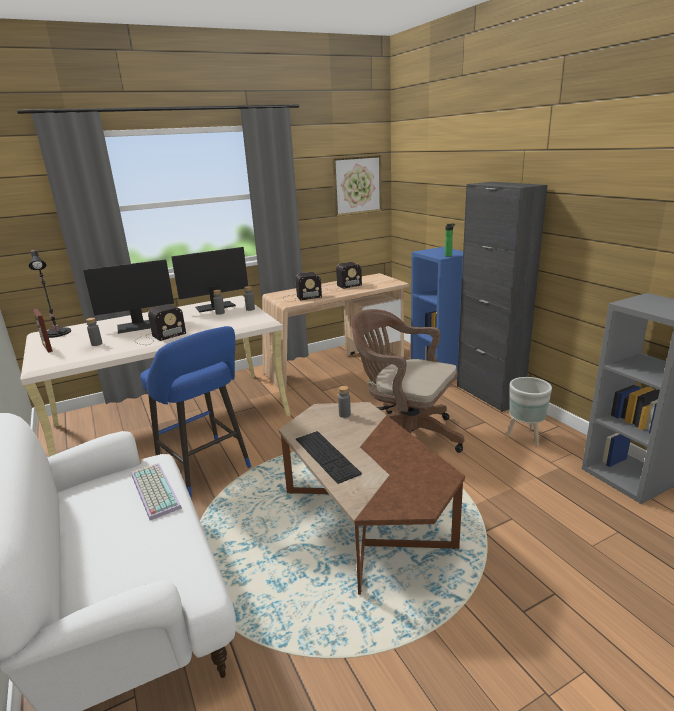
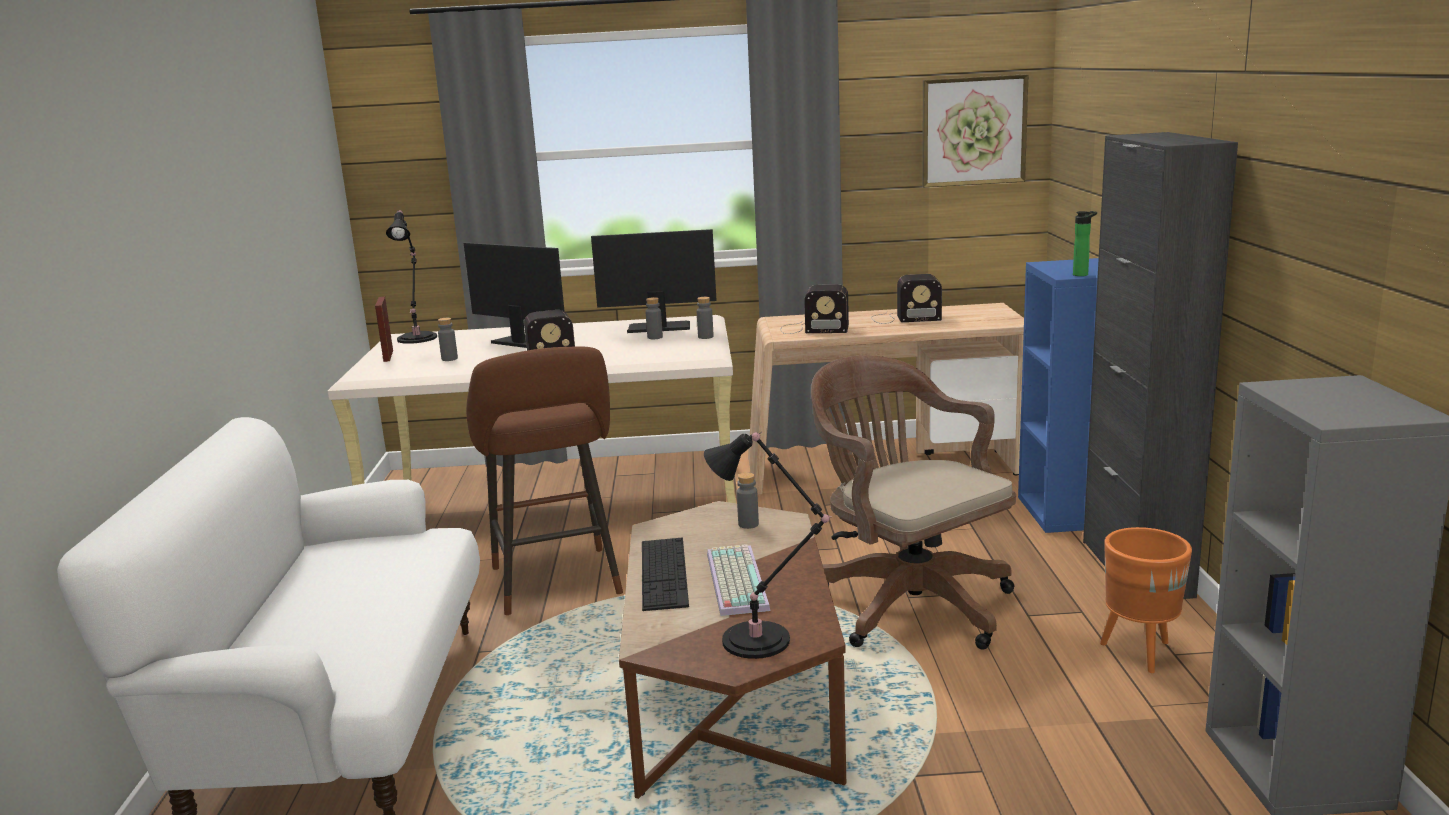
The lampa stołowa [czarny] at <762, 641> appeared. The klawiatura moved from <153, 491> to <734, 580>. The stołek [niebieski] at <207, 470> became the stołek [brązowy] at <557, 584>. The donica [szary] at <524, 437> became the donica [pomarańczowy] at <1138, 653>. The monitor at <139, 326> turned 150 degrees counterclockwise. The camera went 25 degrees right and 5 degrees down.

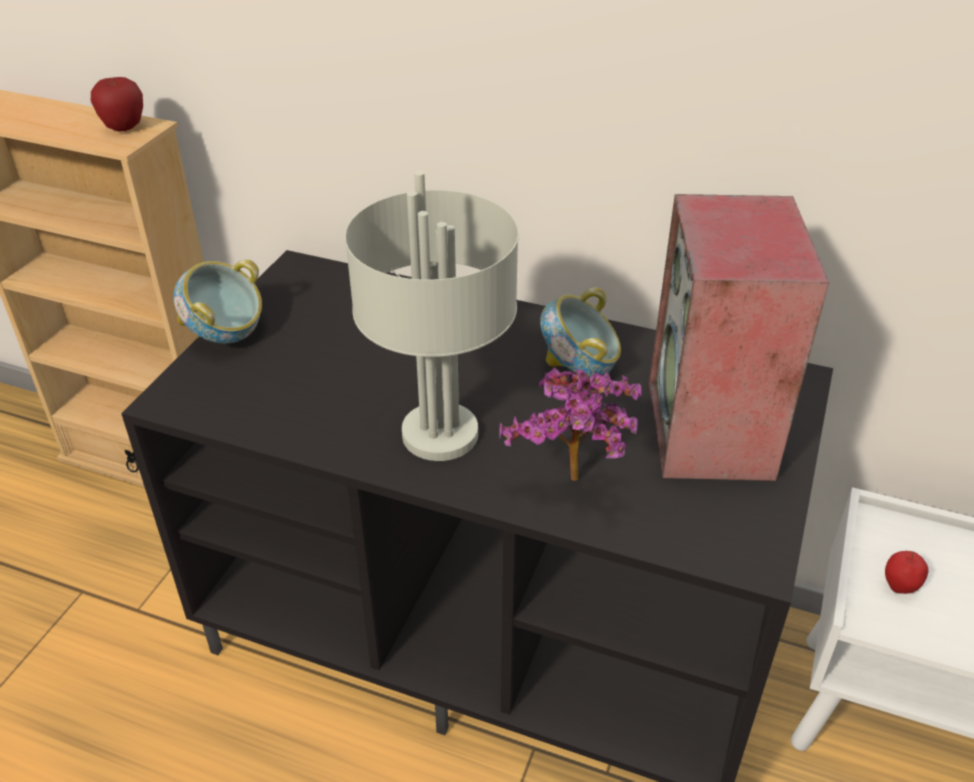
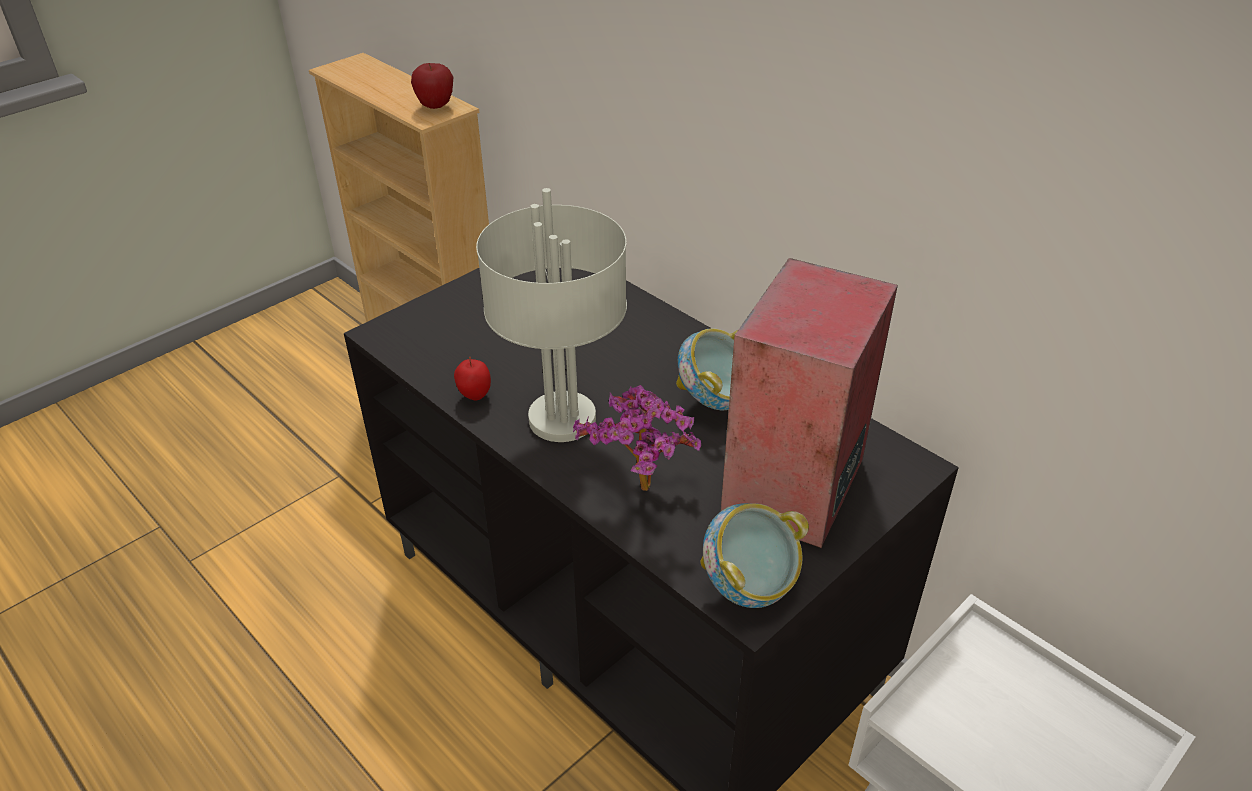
The miska moved from <226, 336> to <749, 587>. The jabłko moved from <899, 588> to <475, 396>. The camera went 25 degrees right and 0 degrees up.

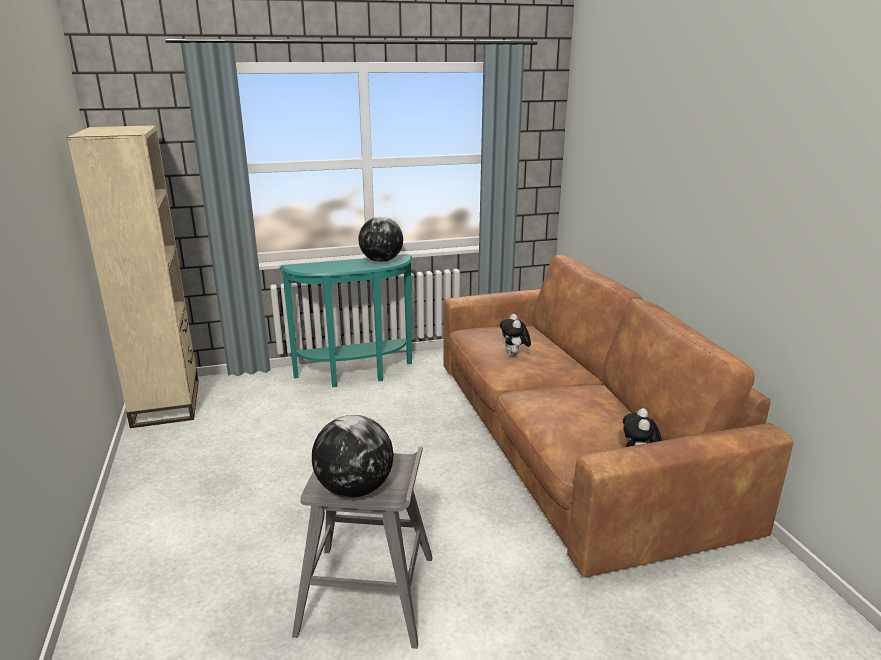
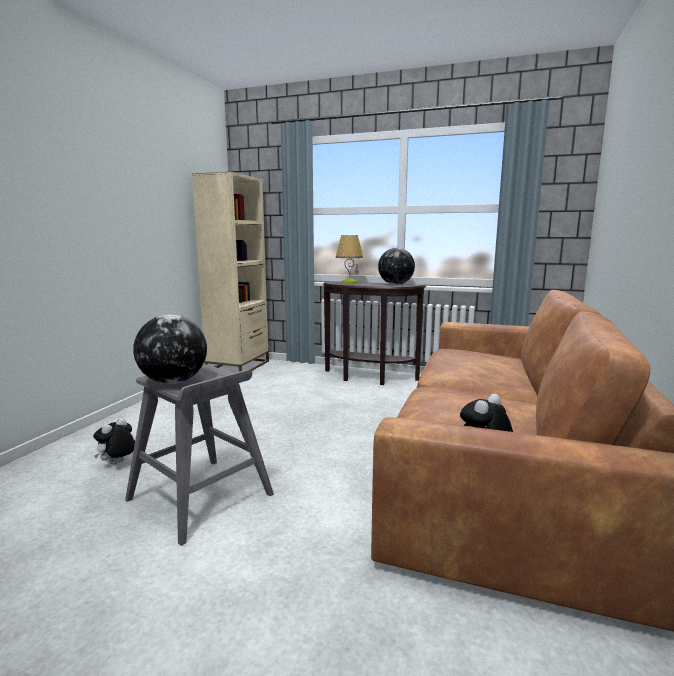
The lampa stołowa at <349, 282> appeared. The pluszak moved from <514, 355> to <117, 464>. The stolik konsolowy [turkusowy] at <356, 376> became the stolik konsolowy [brązowy] at <368, 378>. The camera went 35 degrees right and 10 degrees down.

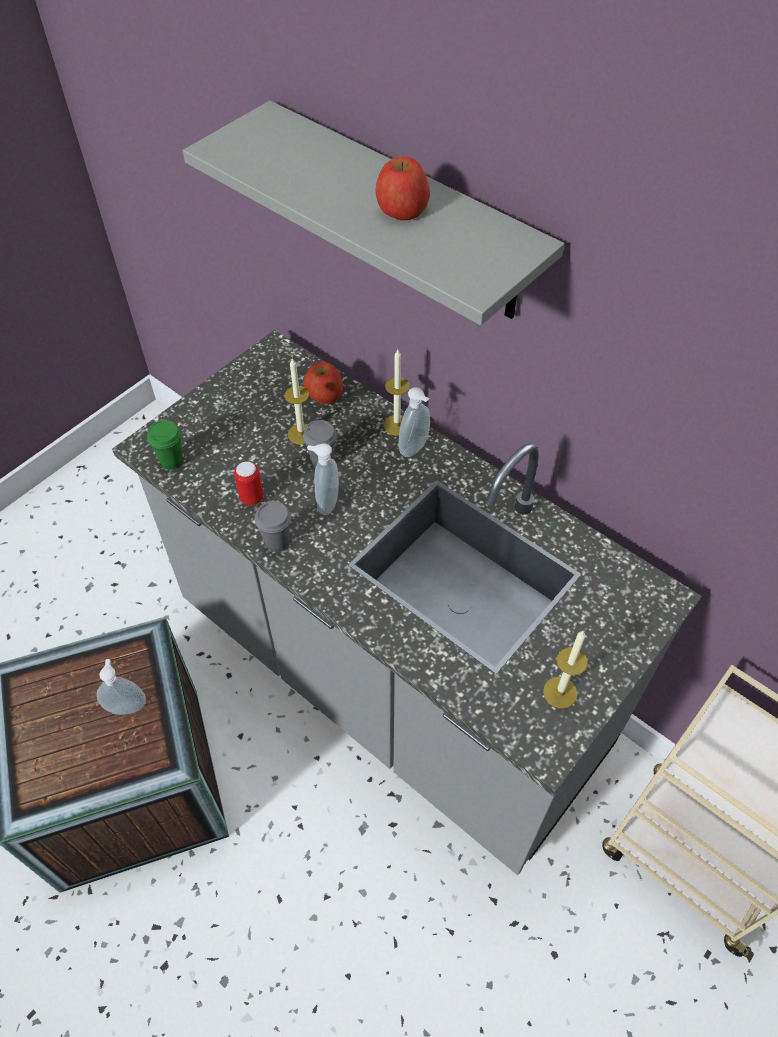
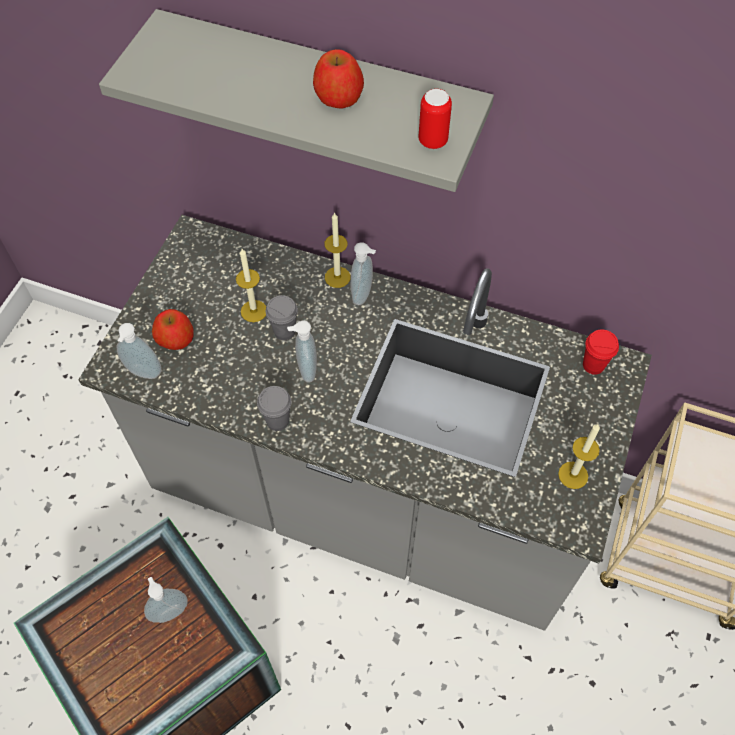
The filiżanka [czerwony] at <593, 365> appeared. The puszka moved from <252, 498> to <433, 141>. The jabłko moved from <324, 394> to <175, 338>. The filiżanka [zielony] at <172, 461> was replaced by the dozownik mydła at <143, 374>. The camera went 20 degrees left and 5 degrees up.

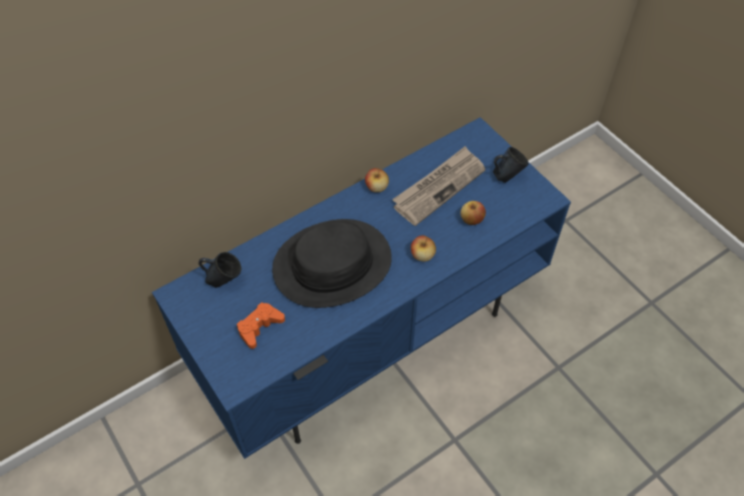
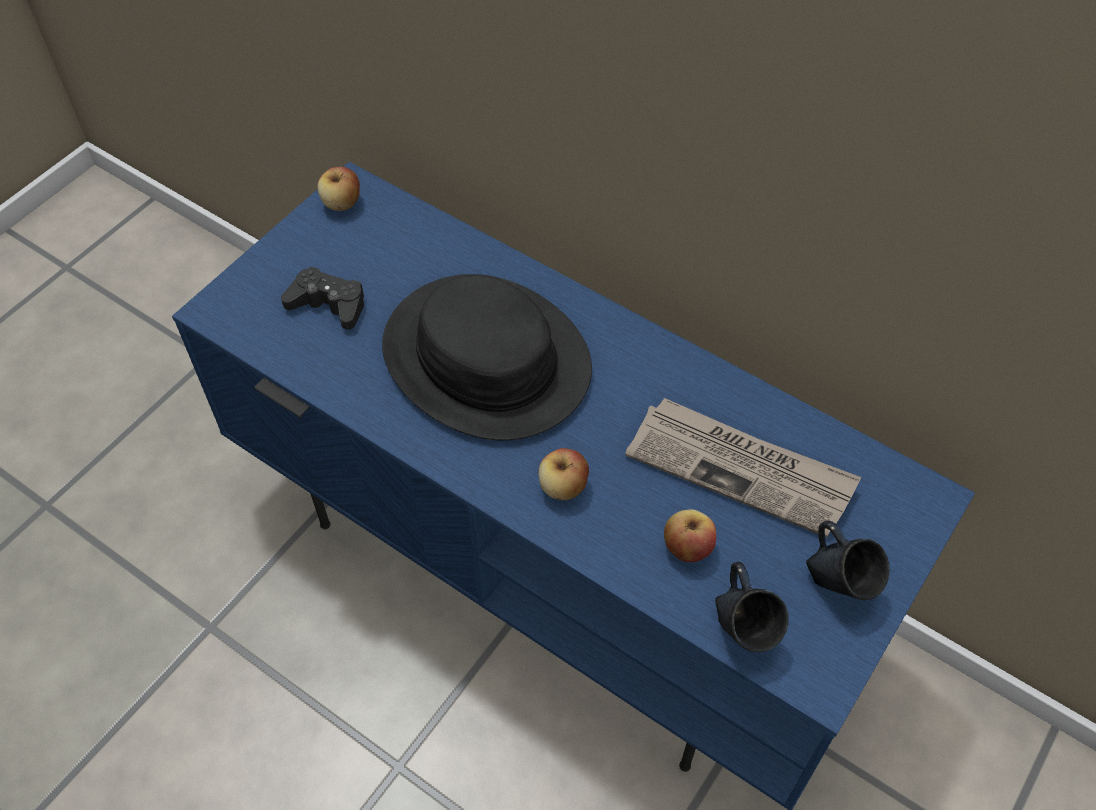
The kubek [niebieski] moved from <224, 281> to <741, 630>. The jabłko moved from <376, 187> to <342, 203>. The pad do gier [pomarańczowy] at <259, 327> became the pad do gier [czarny] at <328, 304>. The camera went 70 degrees right and 0 degrees up.

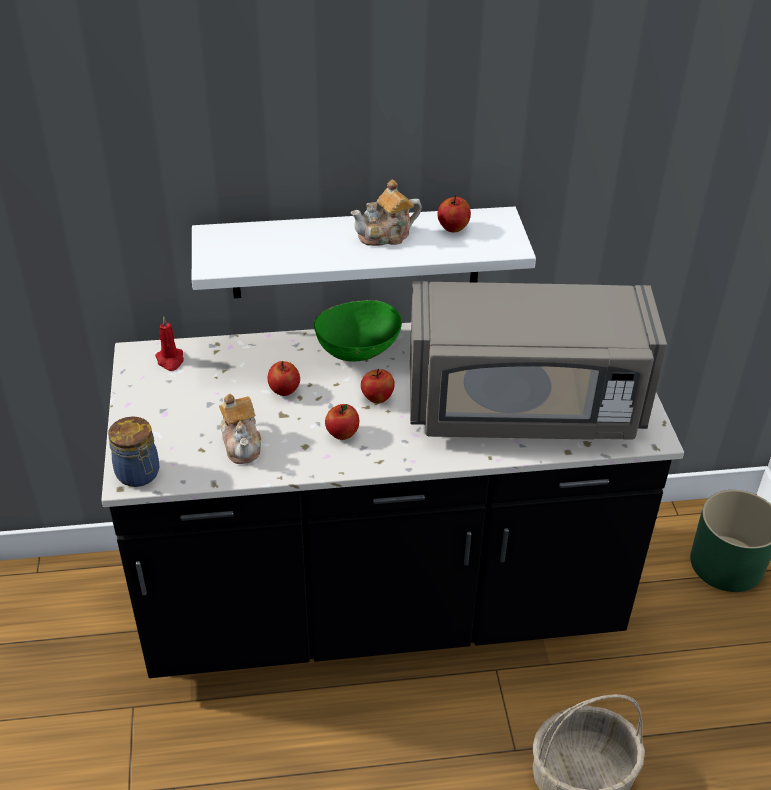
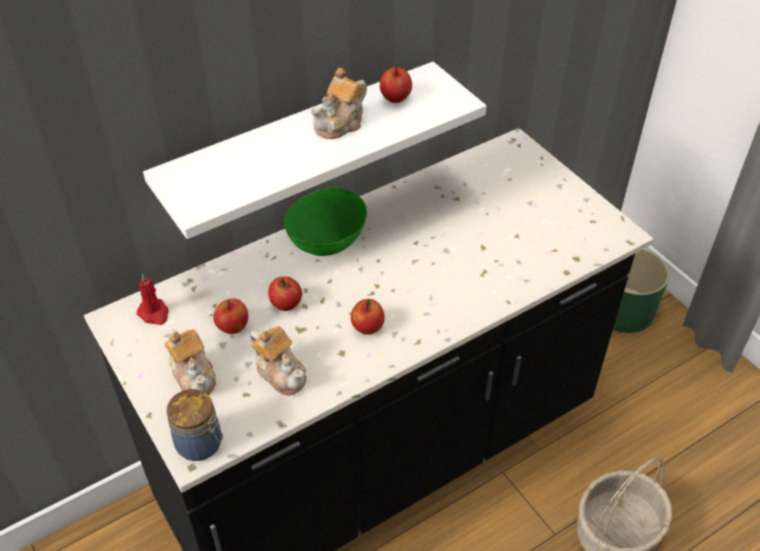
The mikrofalówka [szary] at <525, 408> disappeared. The imbryk at <194, 375> appeared. The jabłko moved from <377, 398> to <233, 327>. The camera went 25 degrees left and 5 degrees up.

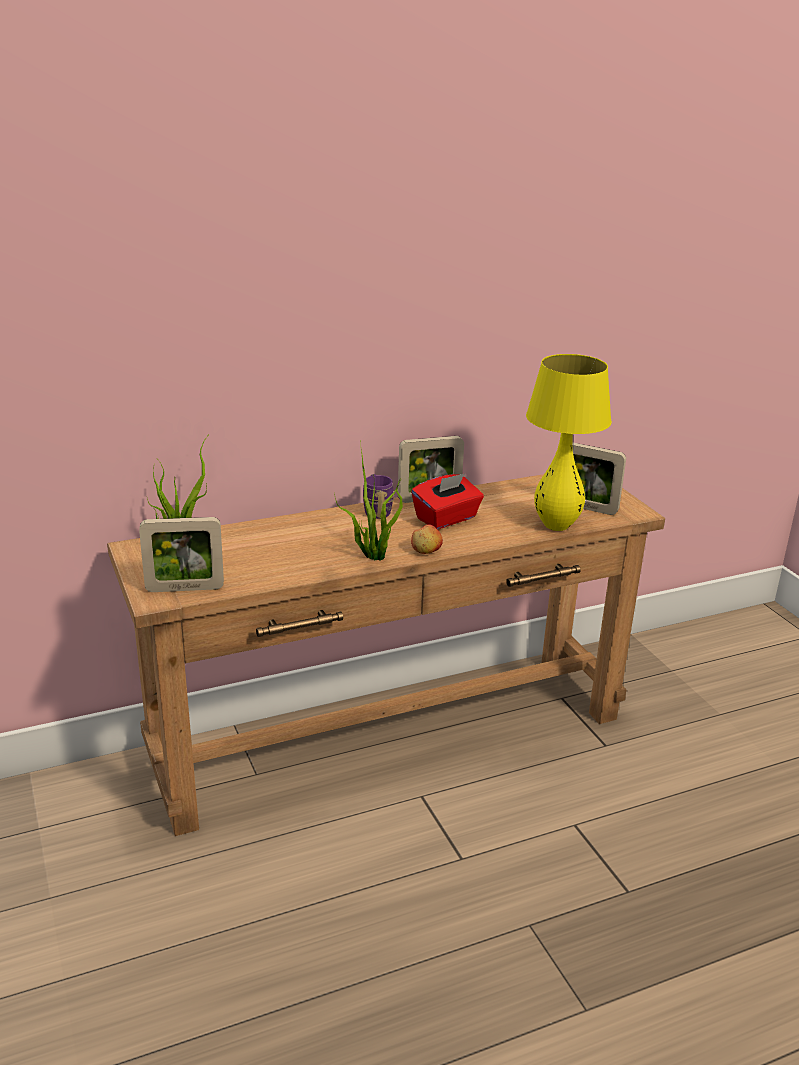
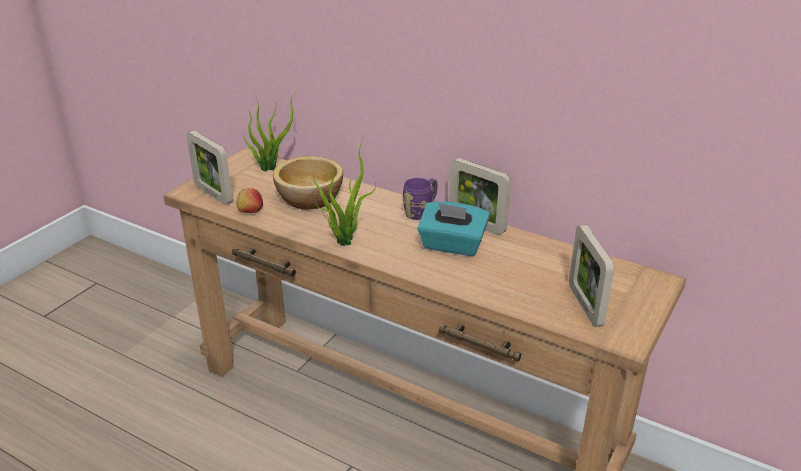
The lampa stołowa [żółty] at <556, 526> disappeared. The miska at <311, 198> appeared. The jabłko moved from <426, 551> to <250, 211>. The pudełko chusteczek [czerwony] at <446, 519> became the pudełko chusteczek [turkusowy] at <452, 245>. The camera went 55 degrees right and 5 degrees up.

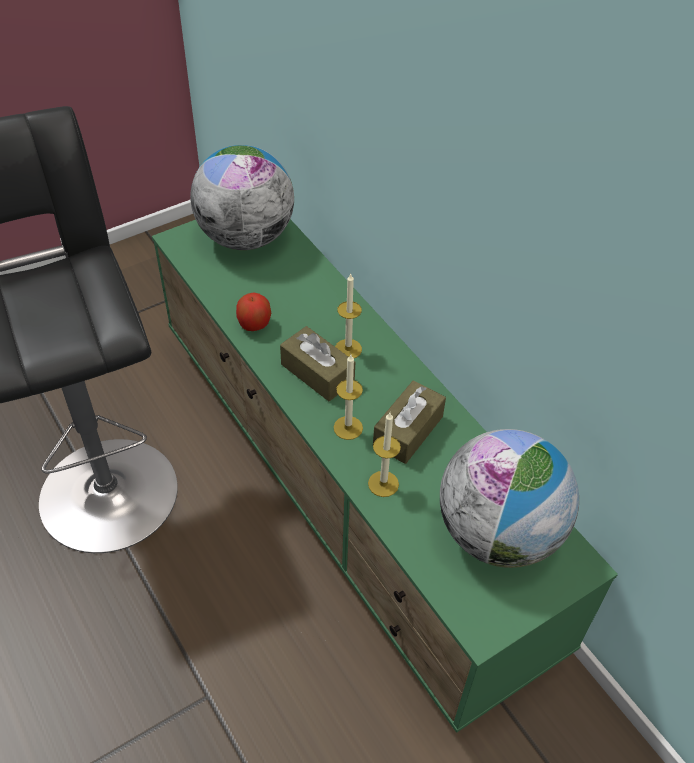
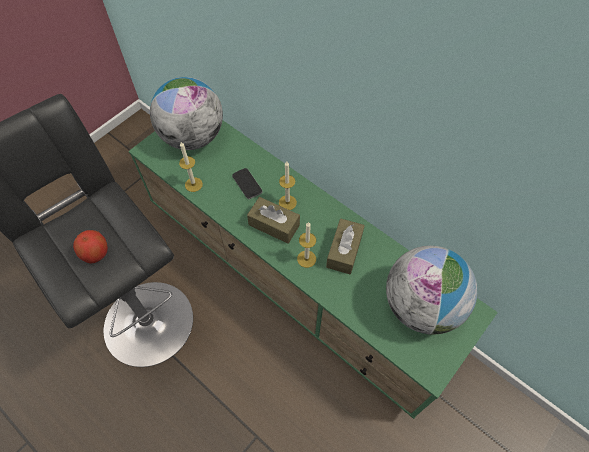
The telefon at <247, 184> appeared. The jabłko moved from <254, 324> to <96, 254>. The świeca moved from <383, 484> to <193, 184>. The camera went 15 degrees left and 10 degrees up.

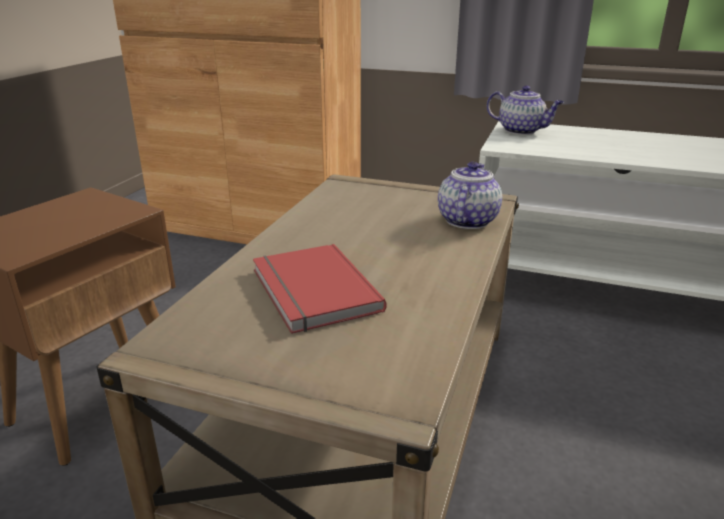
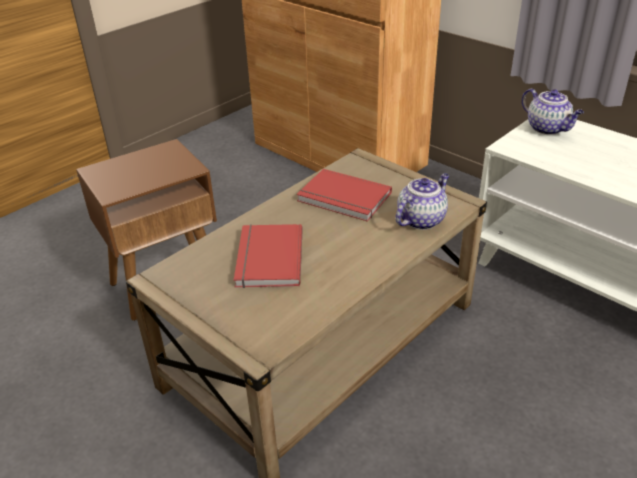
The książka [czerwony] at <343, 199> appeared. The camera went 25 degrees right and 10 degrees up.

